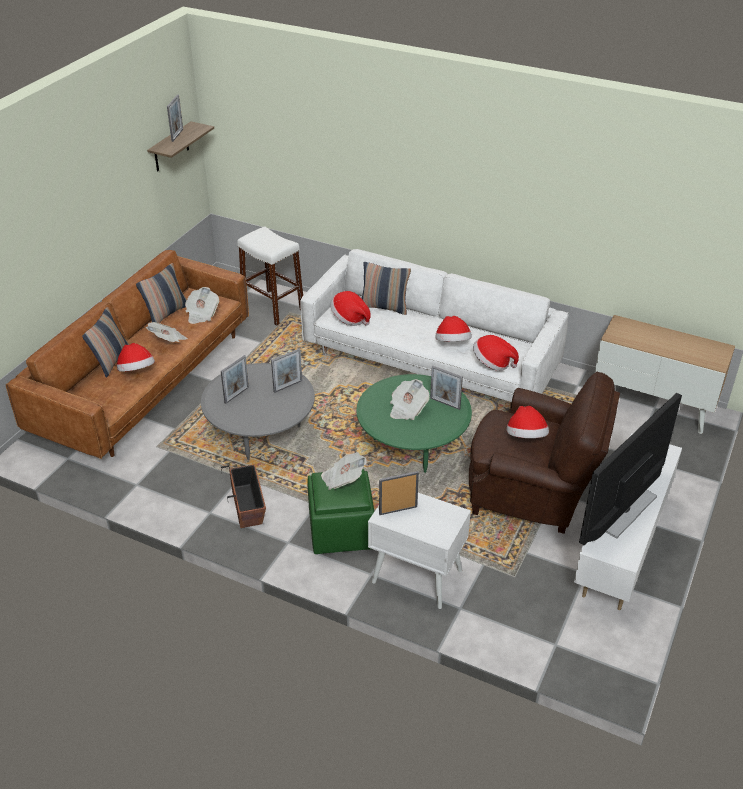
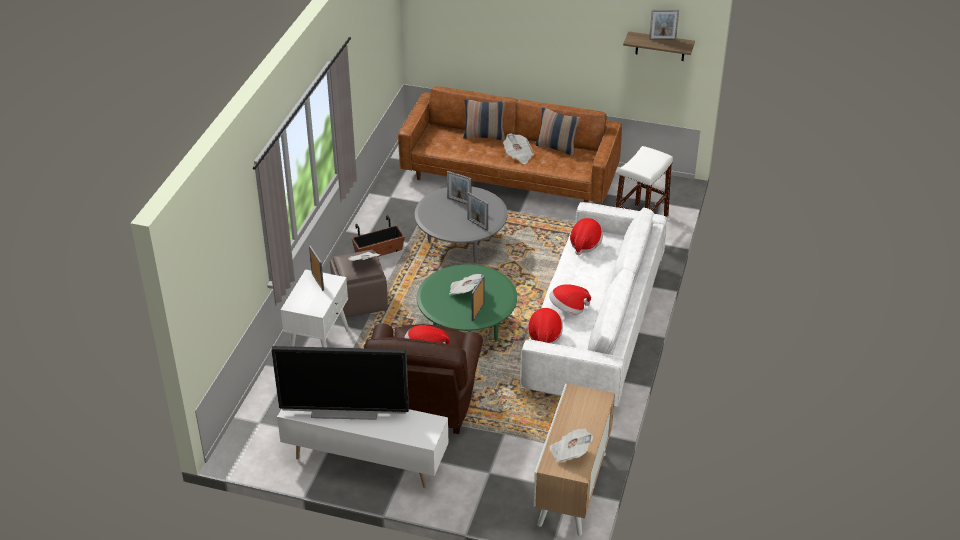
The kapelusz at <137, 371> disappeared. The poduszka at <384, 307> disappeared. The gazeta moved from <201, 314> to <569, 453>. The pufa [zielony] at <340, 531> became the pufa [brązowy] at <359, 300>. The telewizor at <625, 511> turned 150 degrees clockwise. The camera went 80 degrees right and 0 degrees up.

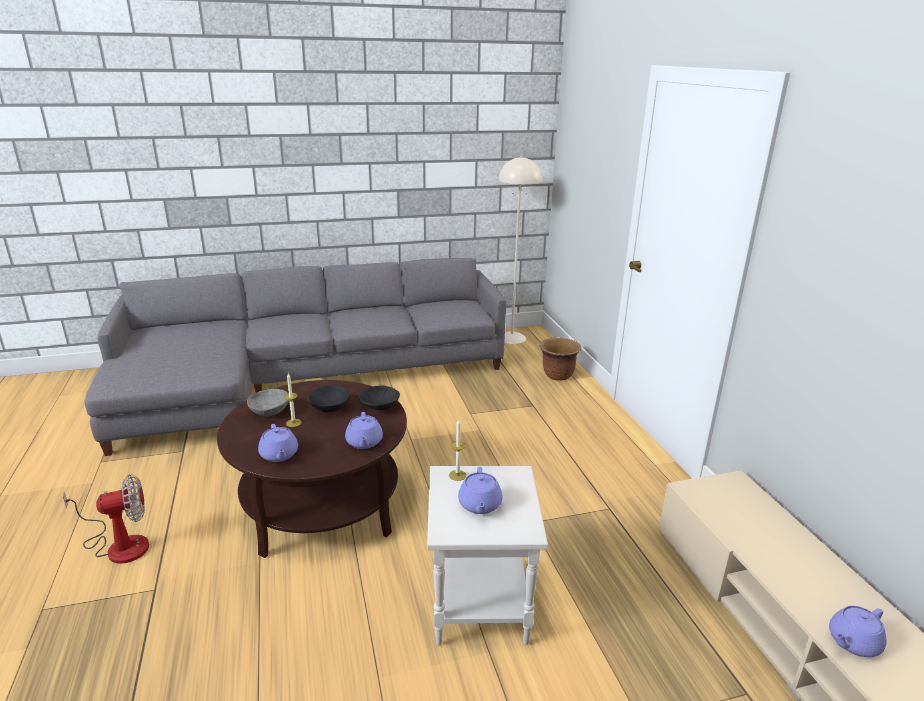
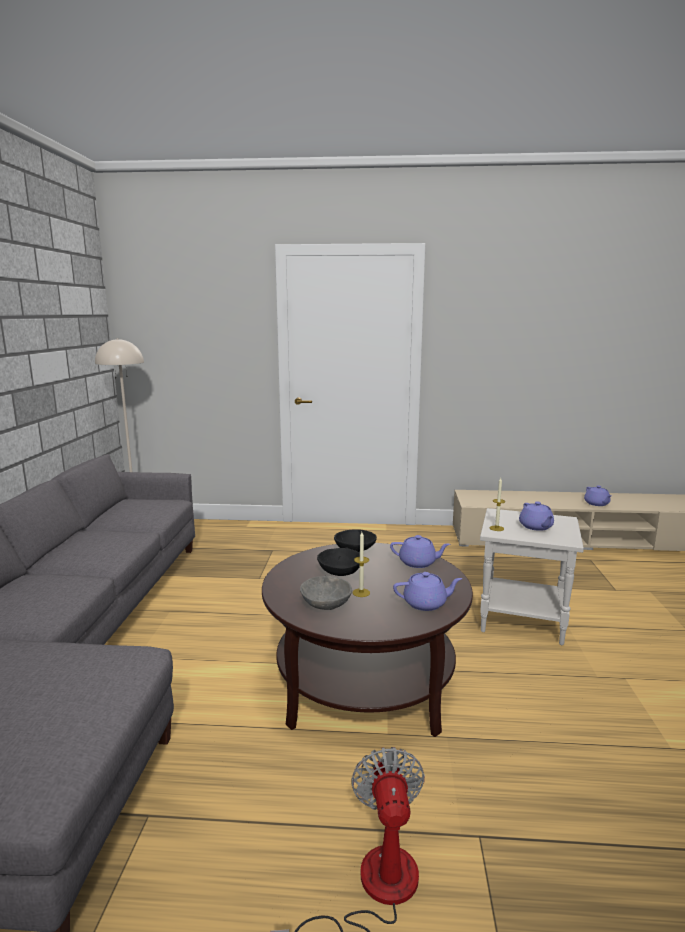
The donica [brązowy] at <558, 375> disappeared. The imbryk [fioletowy] at <480, 505> turned 60 degrees clockwise. The camera went 70 degrees left and 10 degrees down.

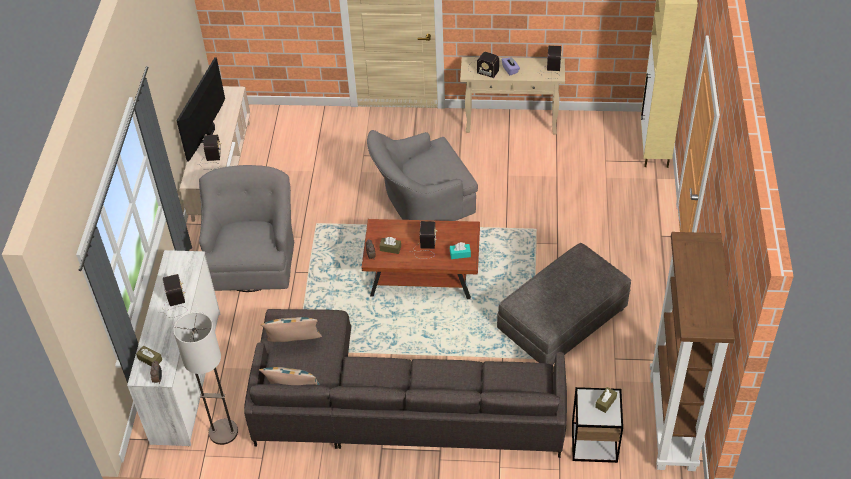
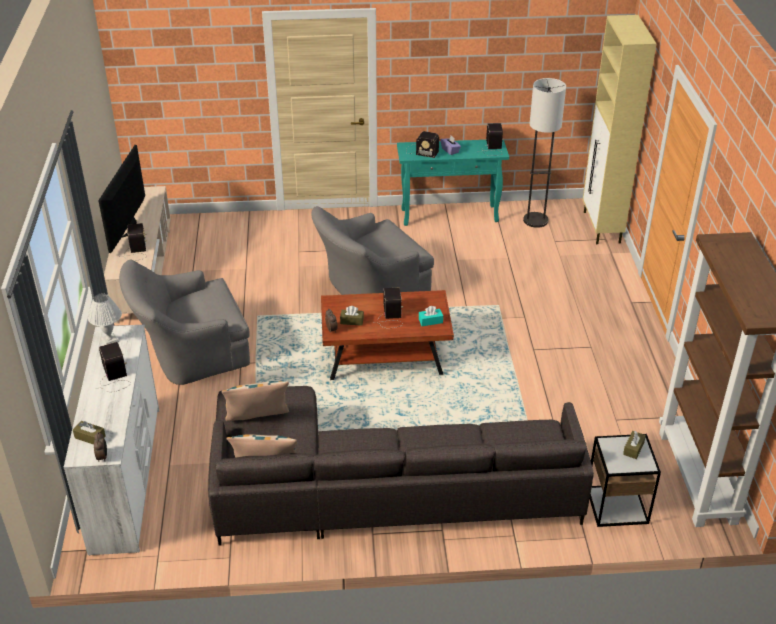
The pufa [szary] at <563, 319> disappeared. The lampa stołowa [biały] at <109, 340> appeared. The lampa stojąca moved from <223, 432> to <535, 220>. The stolik konsolowy [beżowy] at <512, 123> became the stolik konsolowy [turkusowy] at <450, 215>. The fotel [szary] at <252, 258> turned 105 degrees counterclockwise. The camera went 10 degrees left and 10 degrees down.

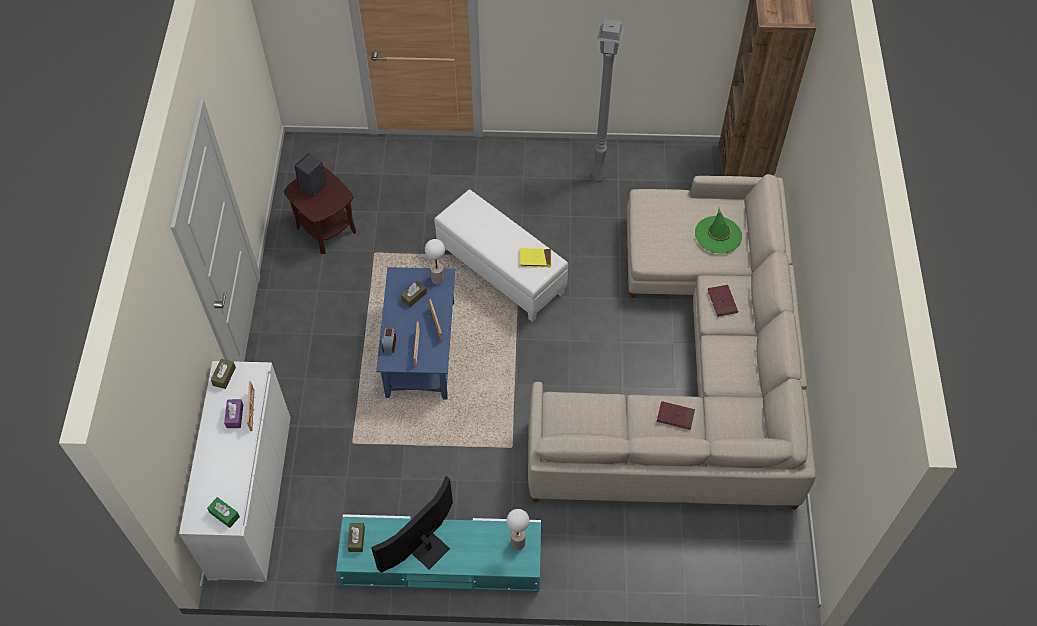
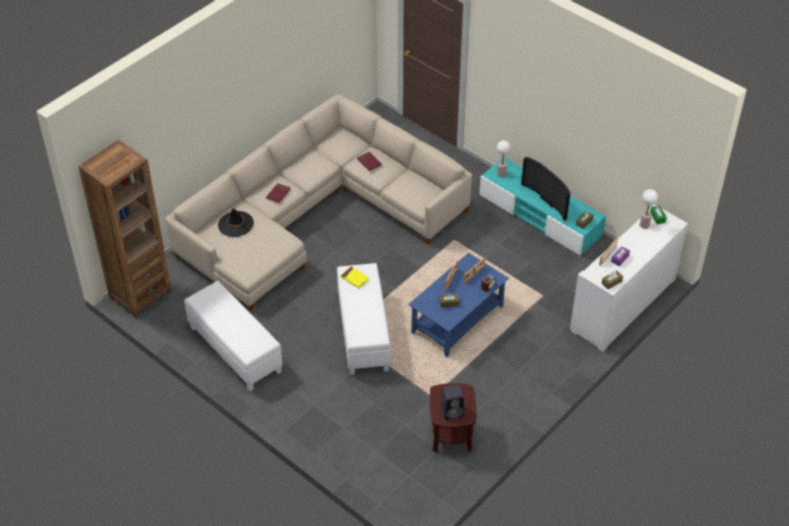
The lampa stołowa moved from <438, 279> to <644, 225>. The lampa stojąca [szary] at <599, 176> was replaced by the pufa [biały] at <234, 349>. The kapelusz [zielony] at <718, 235> became the kapelusz [czarny] at <235, 224>. The telewizor at <425, 545> turned 60 degrees clockwise. The camera went 140 degrees left and 10 degrees down.

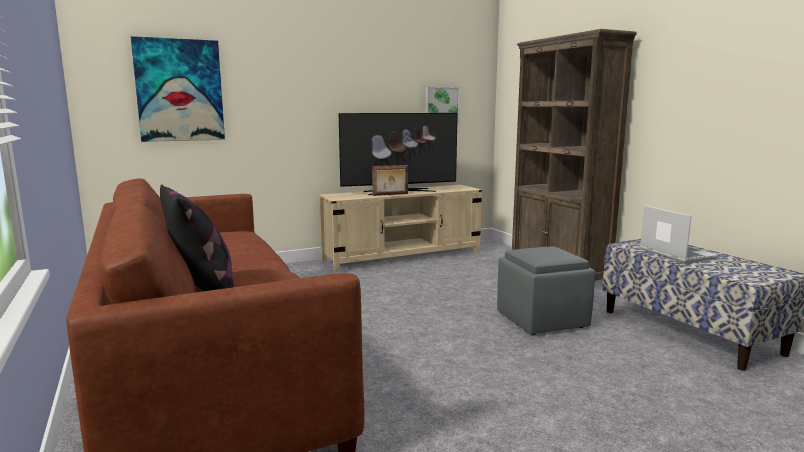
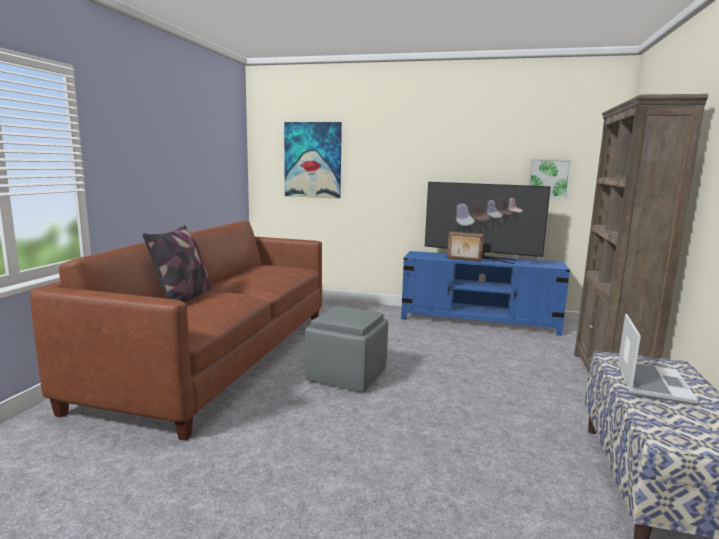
The pufa [szary] moved from <541, 320> to <346, 376>. The szafka pod telewizor [beżowy] at <403, 256> became the szafka pod telewizor [niebieski] at <479, 321>. The camera went 40 degrees right and 0 degrees up.

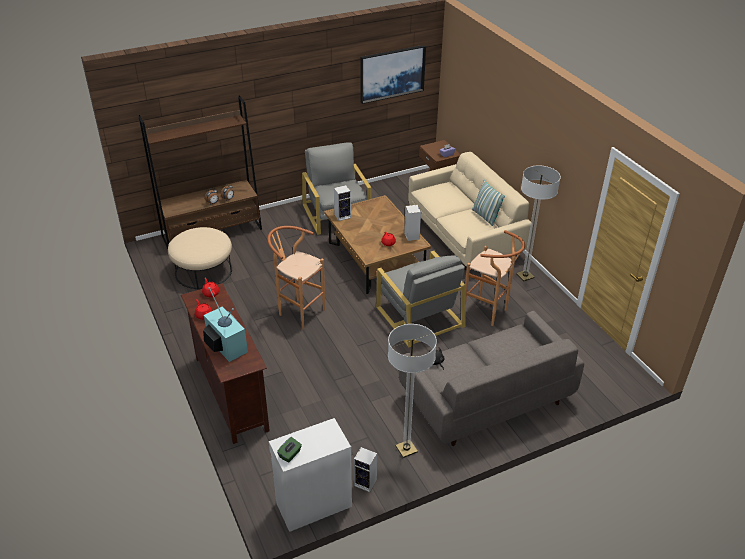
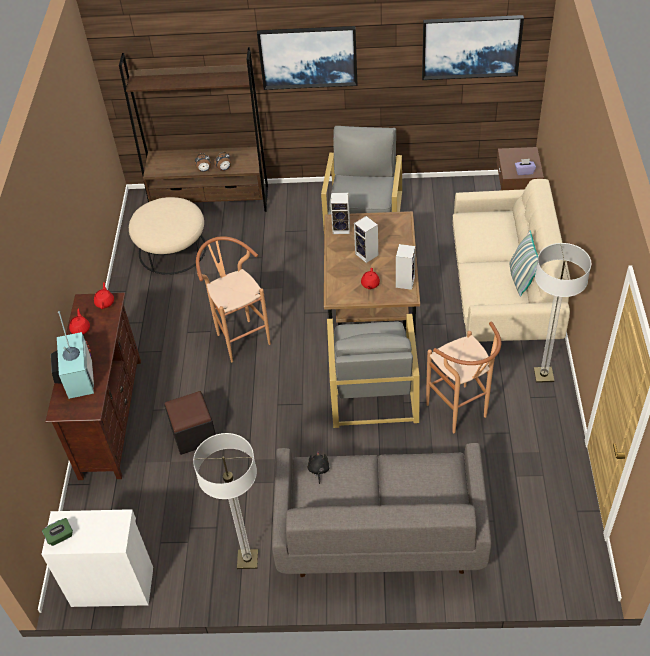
The pufa [czarny] at <194, 434> appeared. The obraz at <308, 57> appeared. The głośnik moved from <366, 483> to <367, 255>. The camera went 30 degrees right and 10 degrees up.

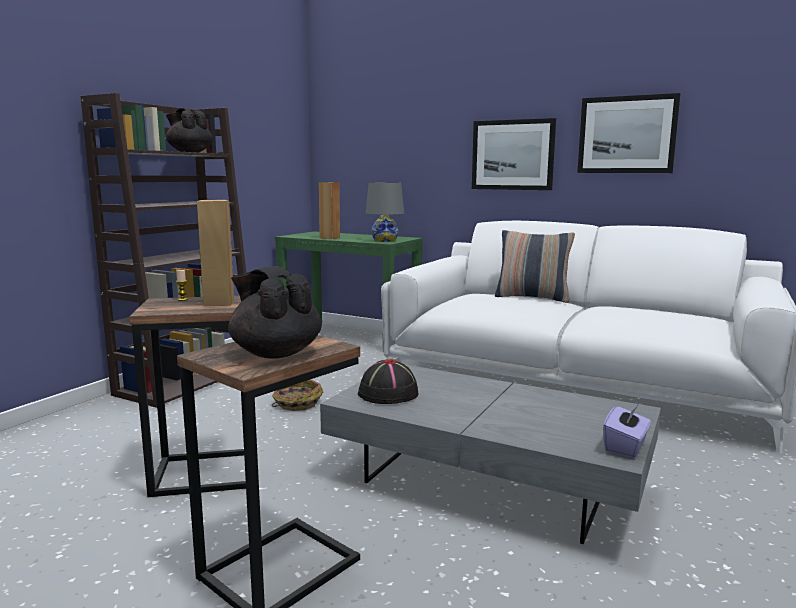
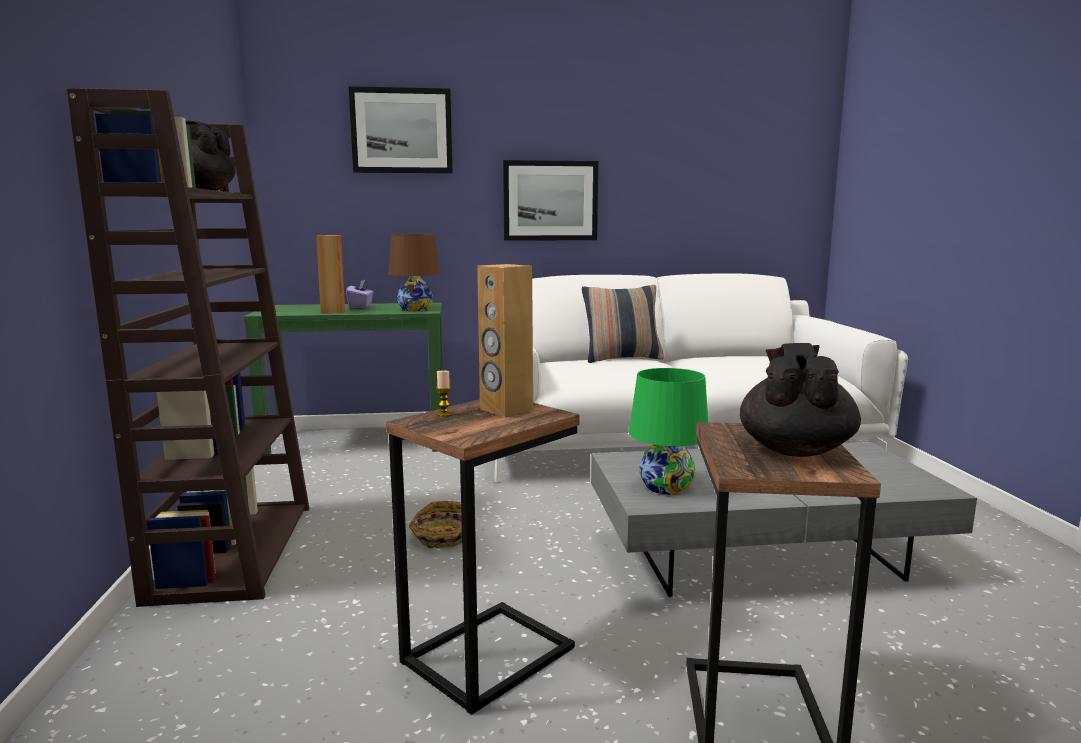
The obraz moved from <627, 135> to <401, 131>. The pudełko chusteczek [fioletowy] moved from <625, 447> to <361, 306>. The kapelusz [czarny] at <387, 394> was replaced by the lampa stołowa [zielony] at <666, 487>. The lampa stołowa [szary] at <385, 240> became the lampa stołowa [brązowy] at <415, 309>. The imbryk [czarny] at <275, 353> turned 90 degrees clockwise. The camera went 35 degrees left and 0 degrees up.

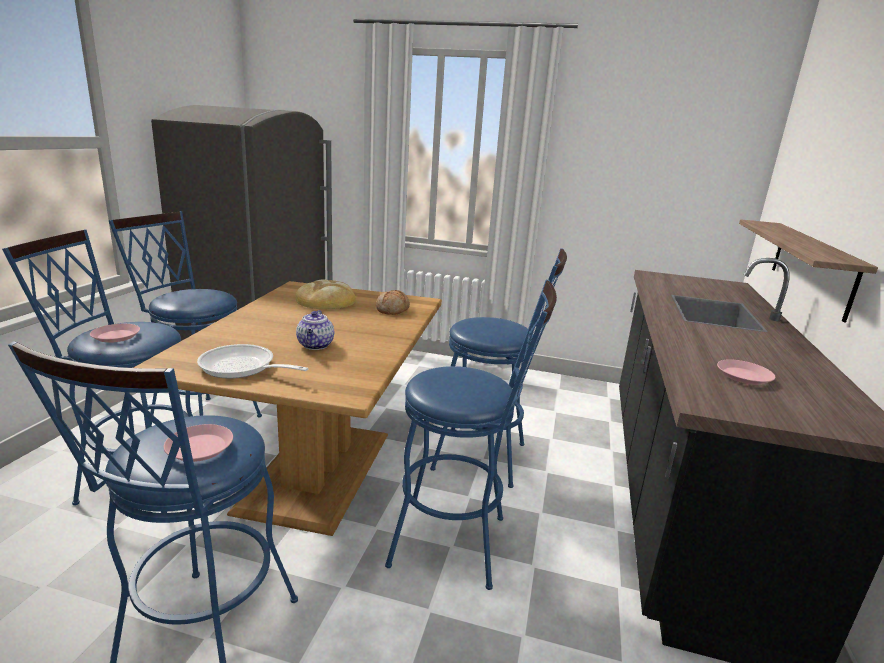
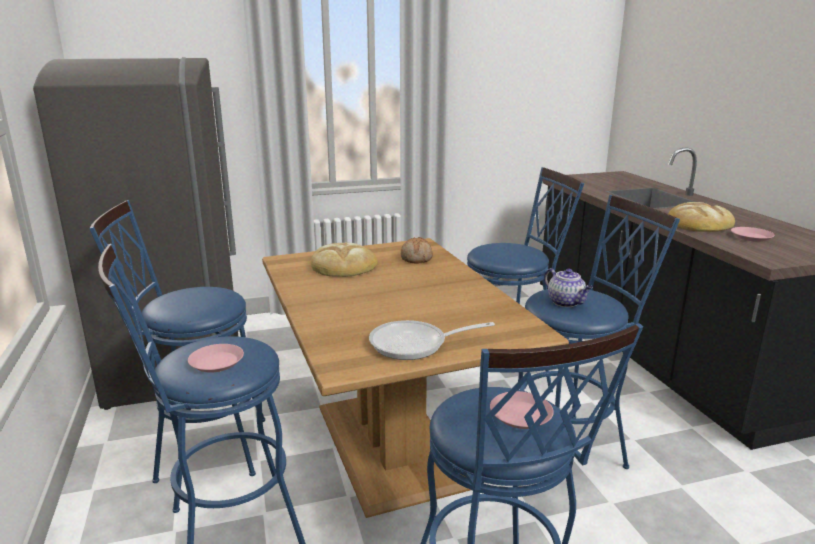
The półka at <811, 266> disappeared. The chleb at <699, 223> appeared. The imbryk moved from <316, 345> to <566, 302>. The camera went 30 degrees left and 0 degrees up.

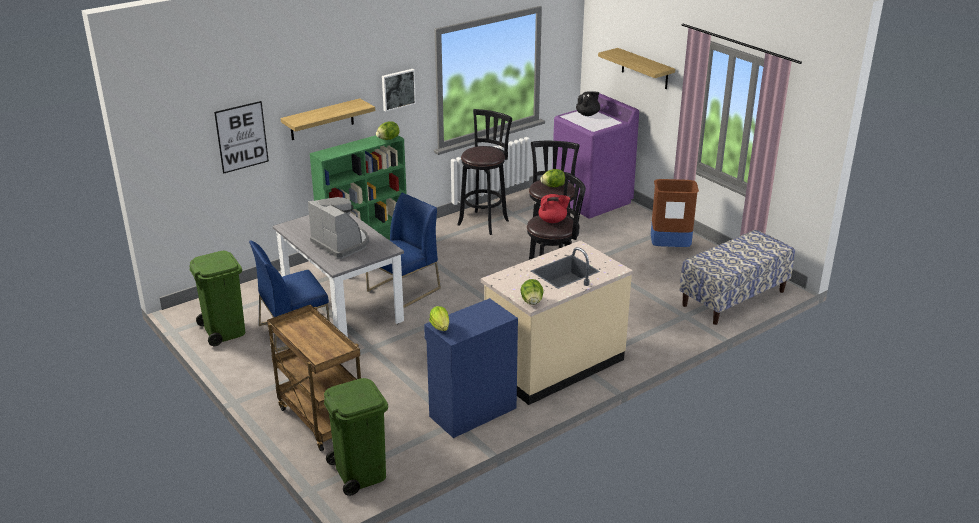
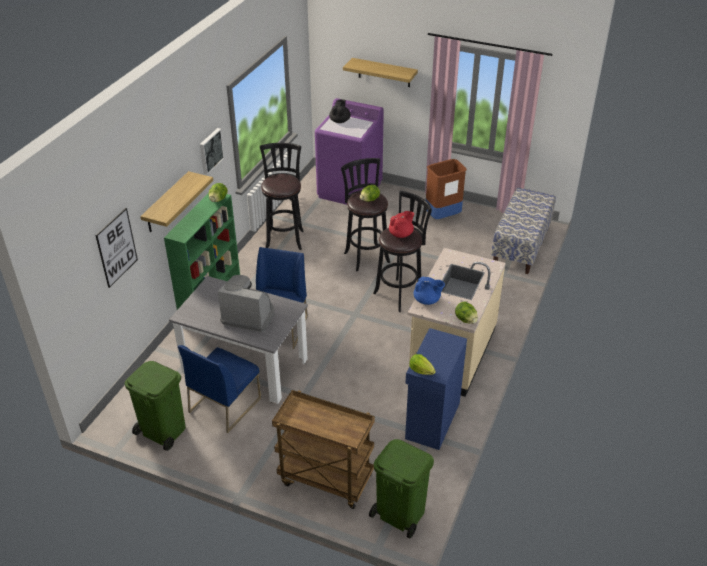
The imbryk [niebieski] at <427, 300> appeared. The camera went 30 degrees left and 10 degrees up.

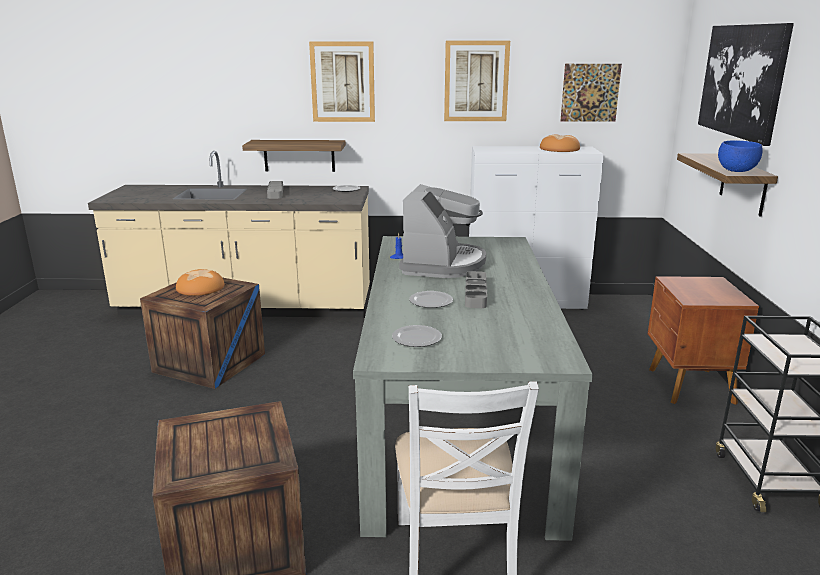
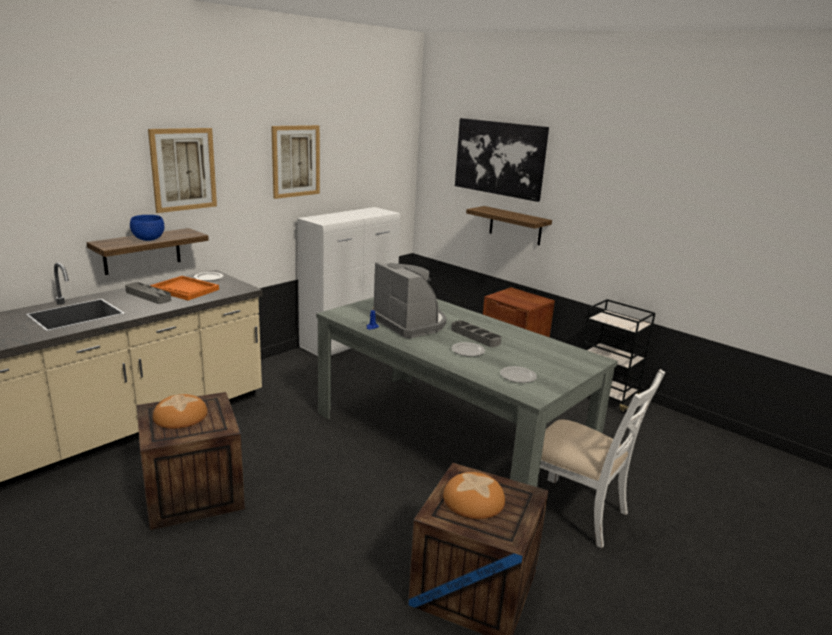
The obraz at <590, 92> disappeared. The taca [pomarańczowy] at <185, 290> appeared. The chleb moved from <559, 149> to <473, 500>. The miska [niebieski] moved from <736, 171> to <148, 239>. The camera went 50 degrees left and 0 degrees up.

